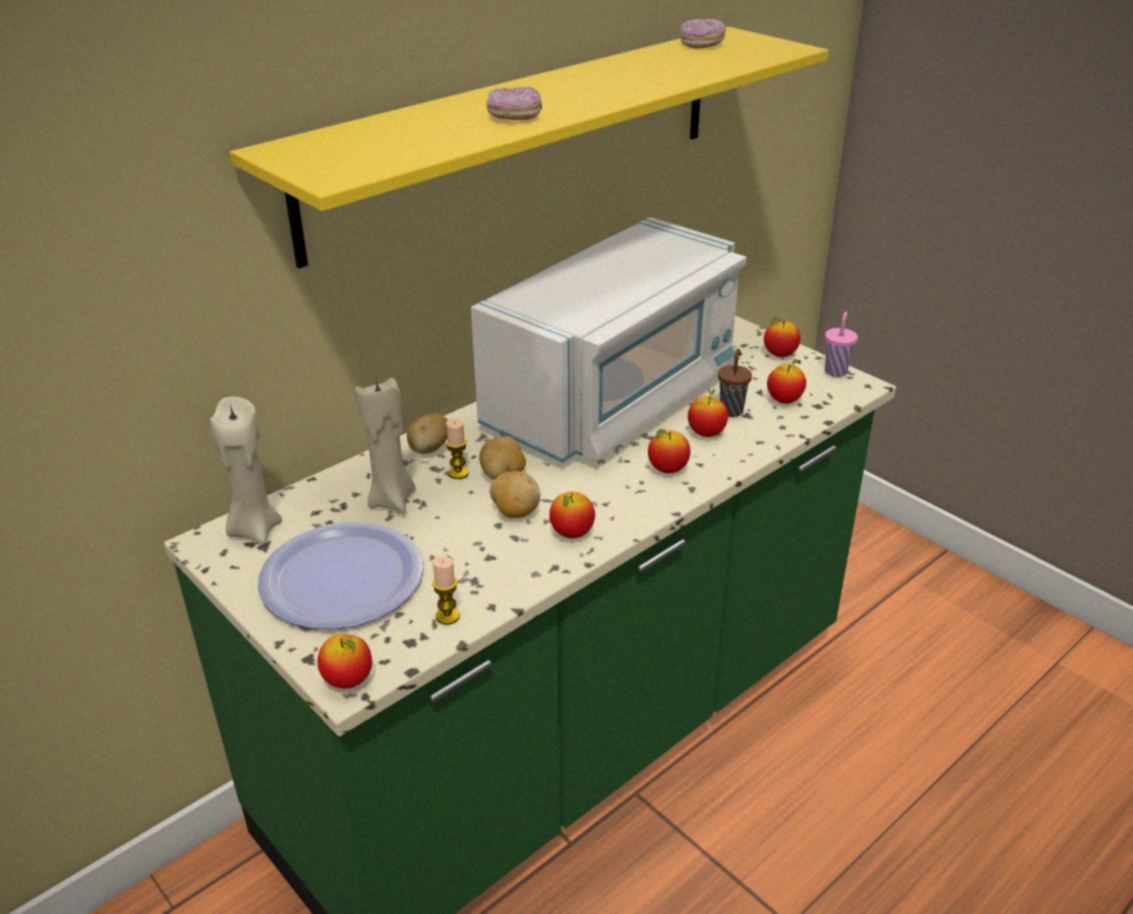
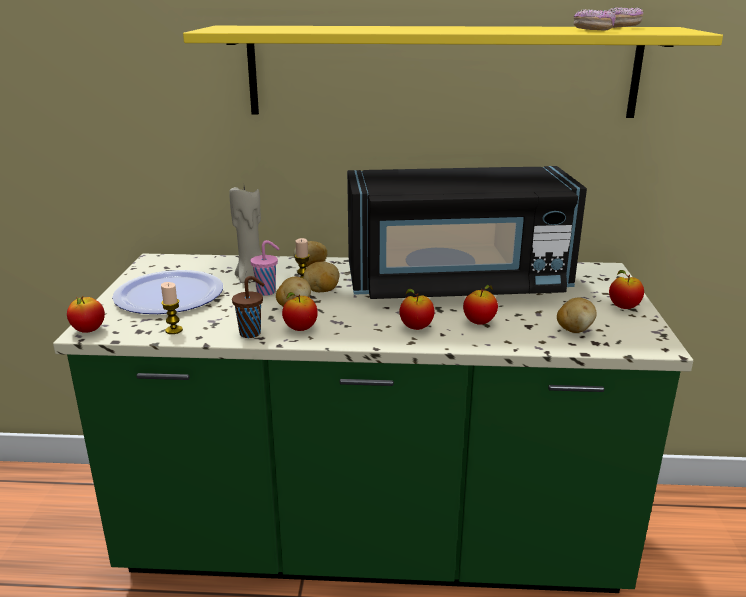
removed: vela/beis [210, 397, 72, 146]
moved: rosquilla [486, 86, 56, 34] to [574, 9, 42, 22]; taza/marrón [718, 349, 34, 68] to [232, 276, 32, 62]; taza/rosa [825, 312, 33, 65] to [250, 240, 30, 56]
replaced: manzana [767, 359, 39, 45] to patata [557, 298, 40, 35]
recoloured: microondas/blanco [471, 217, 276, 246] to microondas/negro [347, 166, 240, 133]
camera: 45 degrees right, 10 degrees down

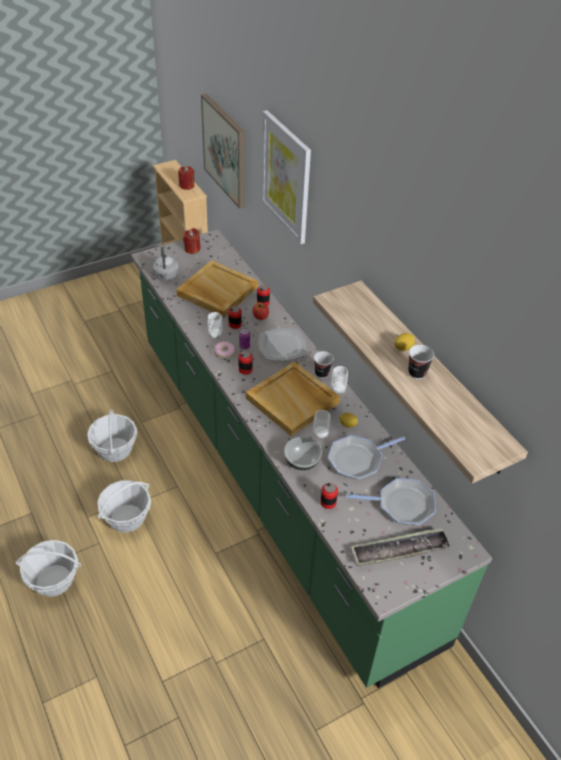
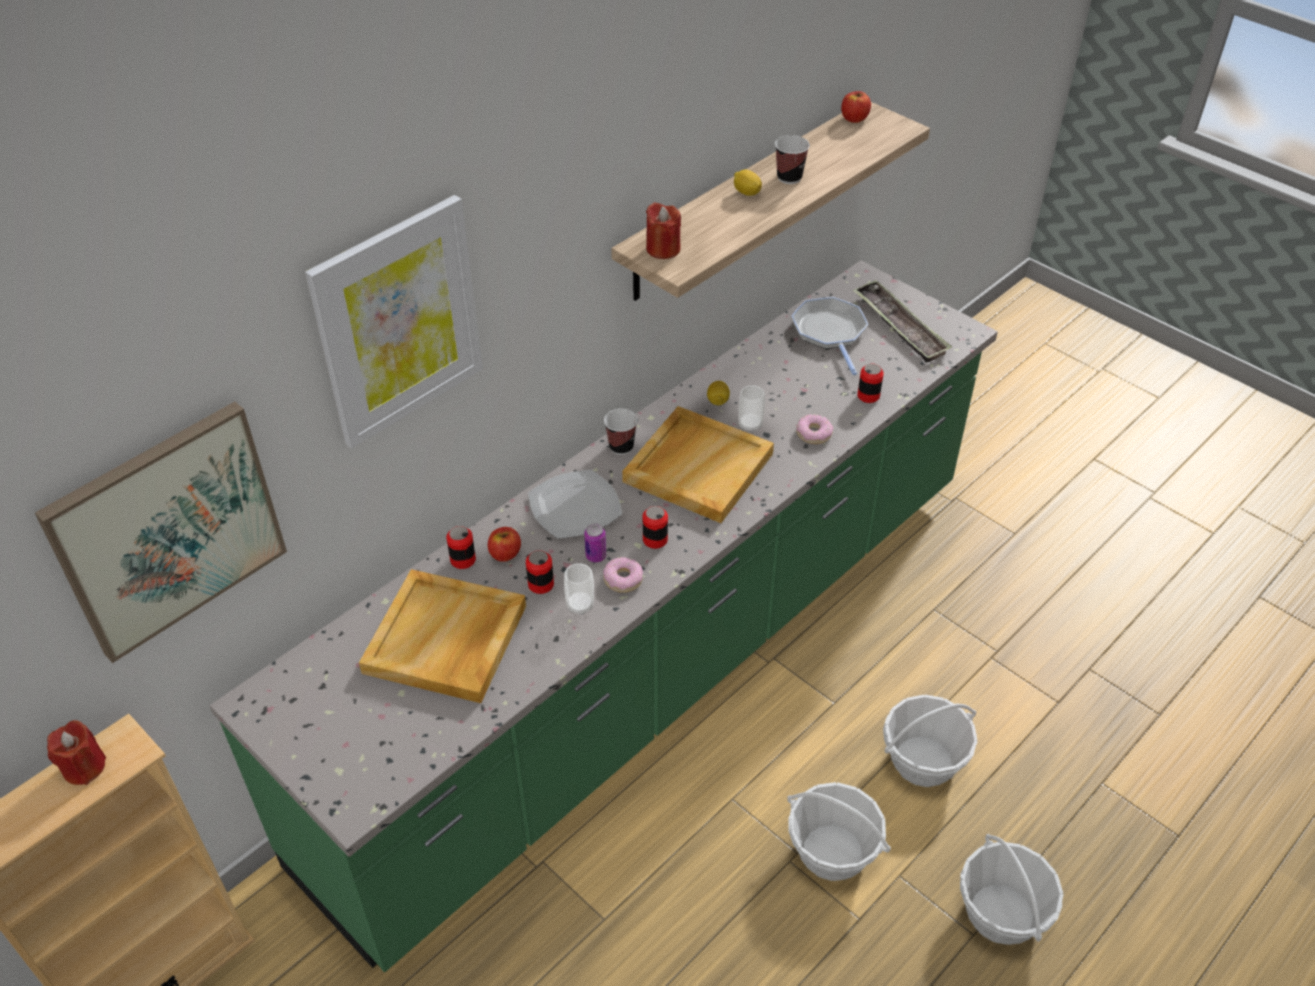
removed: hervidor/gris [152, 247, 27, 34]; sartén [328, 435, 77, 45]; taza [331, 366, 17, 28]
added: manzana [841, 91, 30, 32]
moved: cesta [87, 409, 50, 53] to [883, 695, 95, 92]; vela/rojo [183, 228, 18, 26] to [646, 202, 35, 57]
replaced: cuenco [284, 437, 38, 33] to rosquilla [796, 414, 37, 30]
camera: 105 degrees left, 0 degrees up

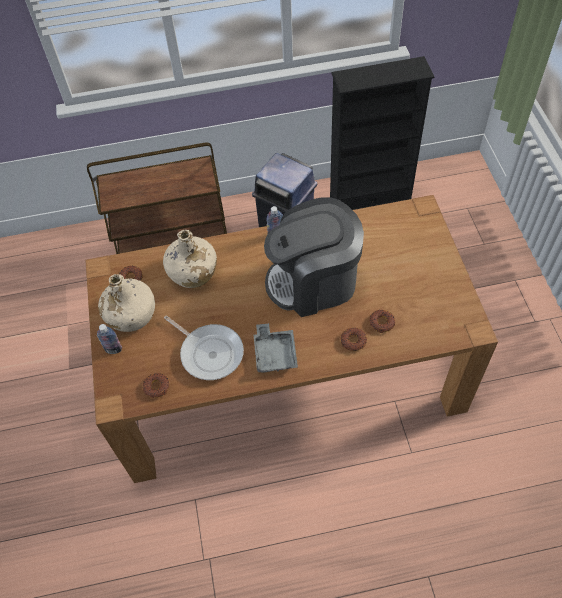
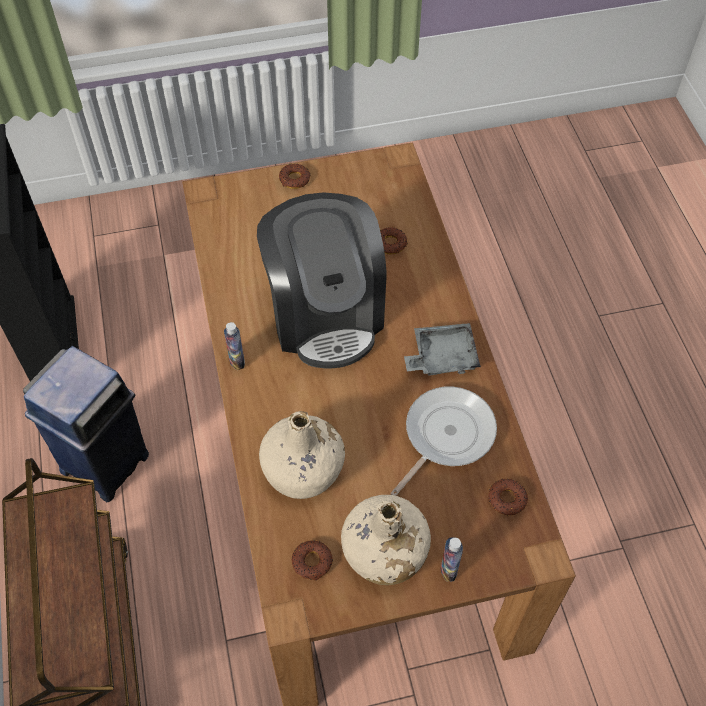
moved: rosquilla [341, 327, 26, 24] to [279, 164, 31, 25]
camera: 95 degrees left, 0 degrees up

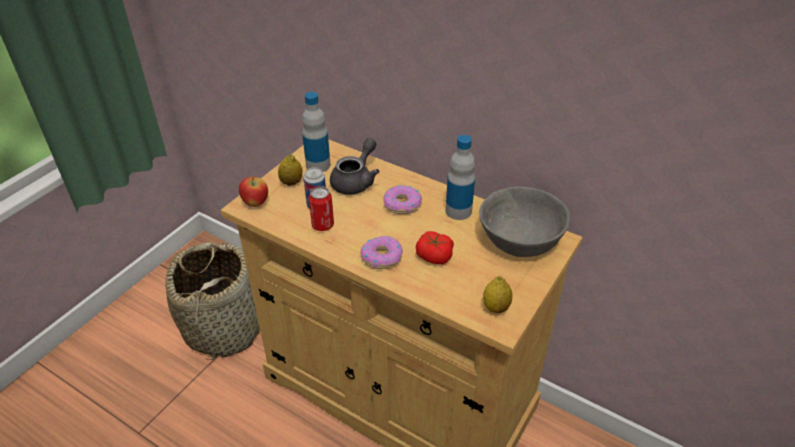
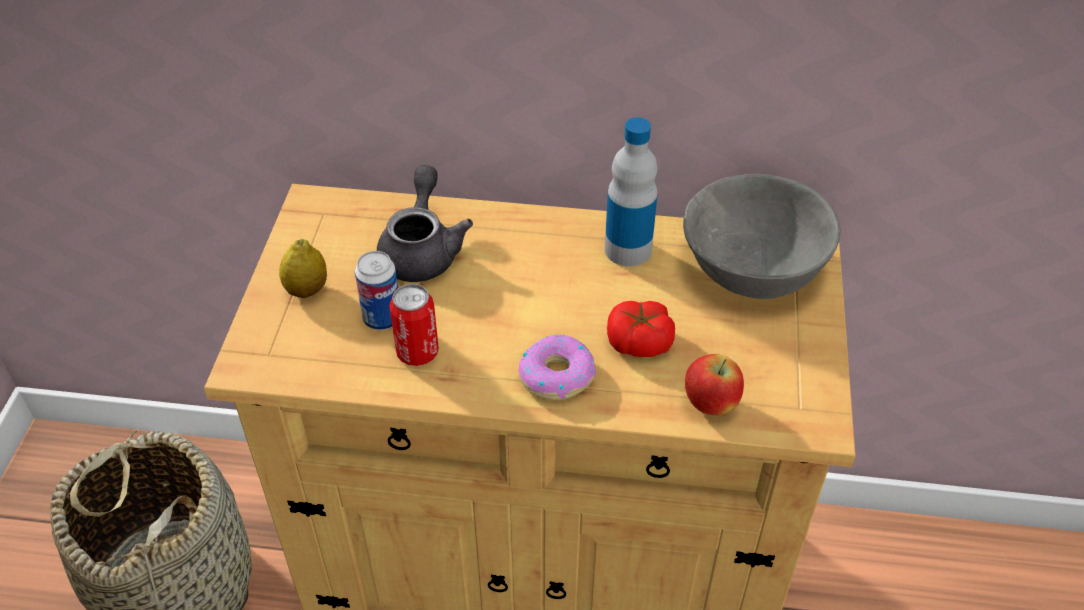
removed: botella [302, 92, 28, 80]; rosquilla [383, 185, 39, 29]; limón [483, 276, 29, 37]
moved: manzana [239, 177, 29, 30] to [685, 354, 59, 62]
camera: 25 degrees left, 5 degrees up

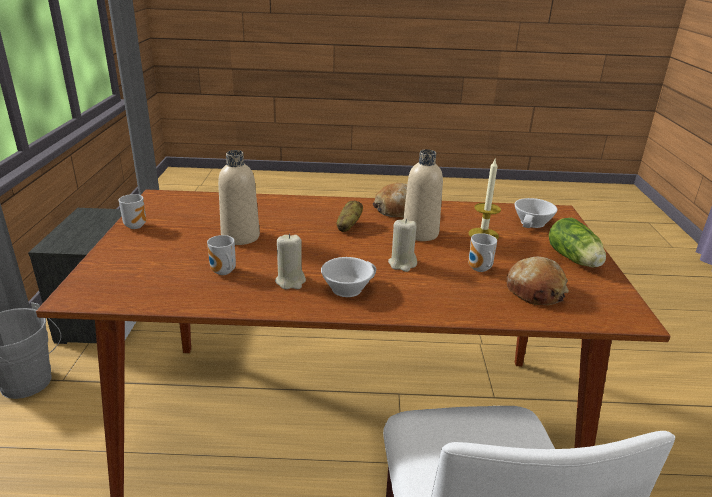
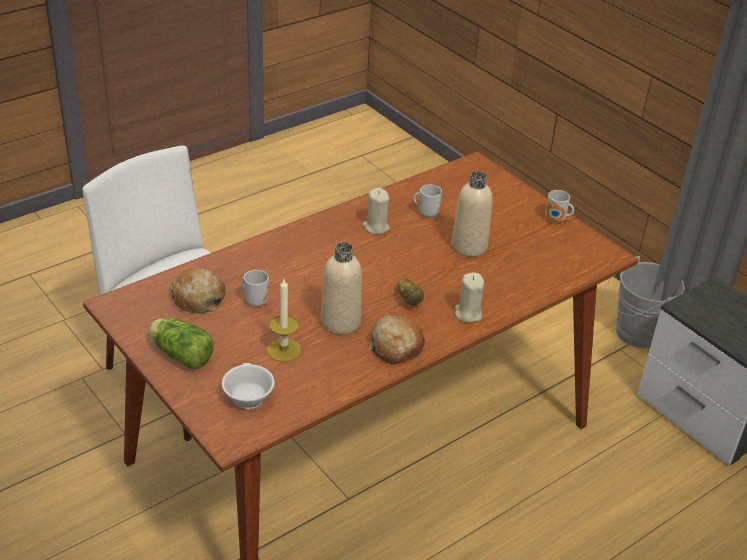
removed: taza/blanco [321, 257, 55, 40]
moved: vela/beis [388, 219, 29, 53] to [455, 272, 29, 51]
camera: 140 degrees right, 10 degrees up

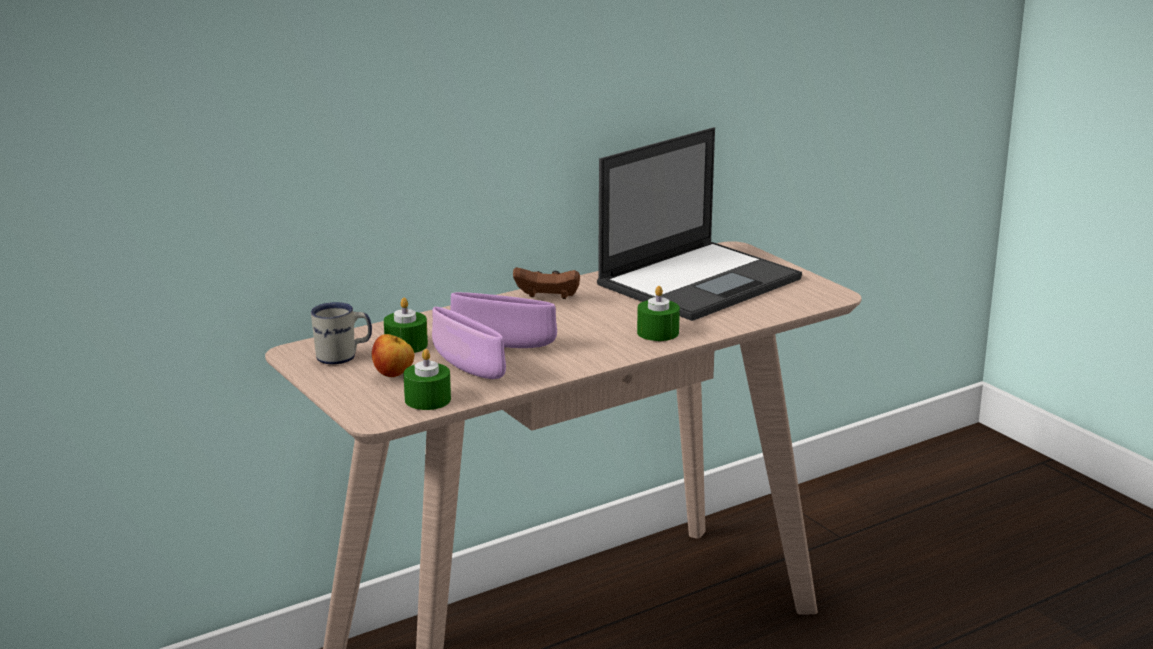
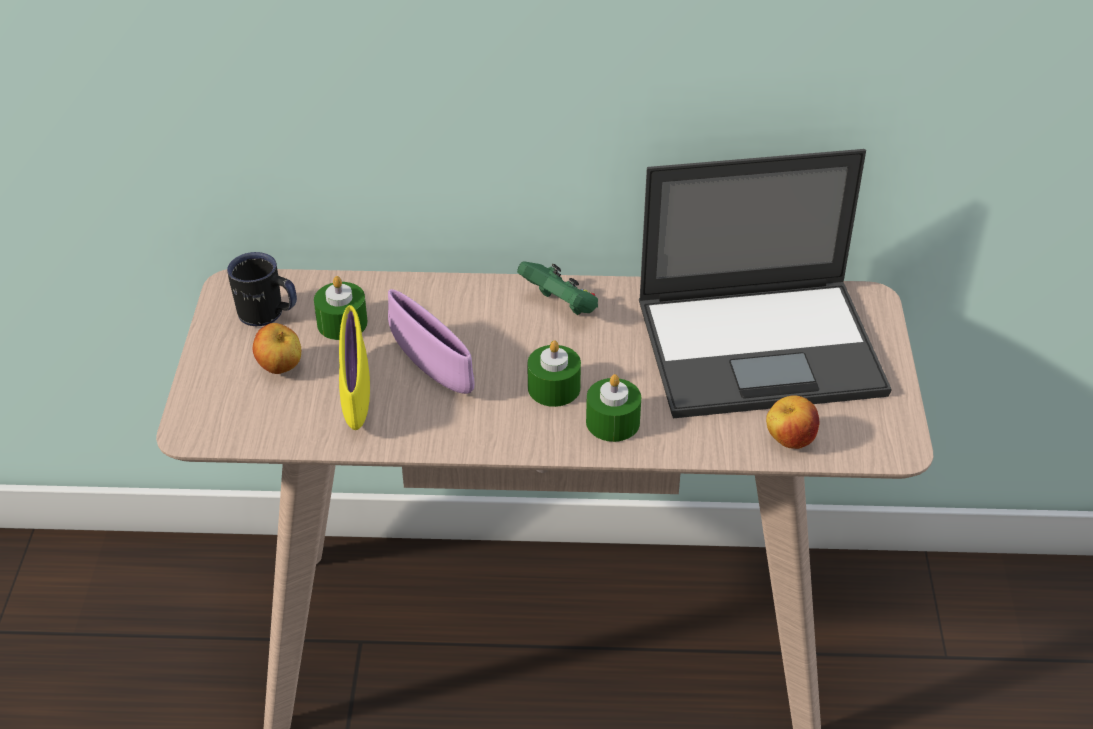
added: manzana [766, 395, 54, 54]
moved: vela/verde [403, 349, 48, 61] to [527, 340, 54, 67]
recoloured: taza grande/blanco [311, 302, 61, 63] to taza grande/negro [227, 252, 70, 74]; cuenco/morado [432, 307, 74, 72] to cuenco/amarillo [339, 305, 31, 125]; mando de consola/marrón [513, 267, 67, 32] to mando de consola/verde [517, 261, 81, 54]
camera: 35 degrees right, 20 degrees up

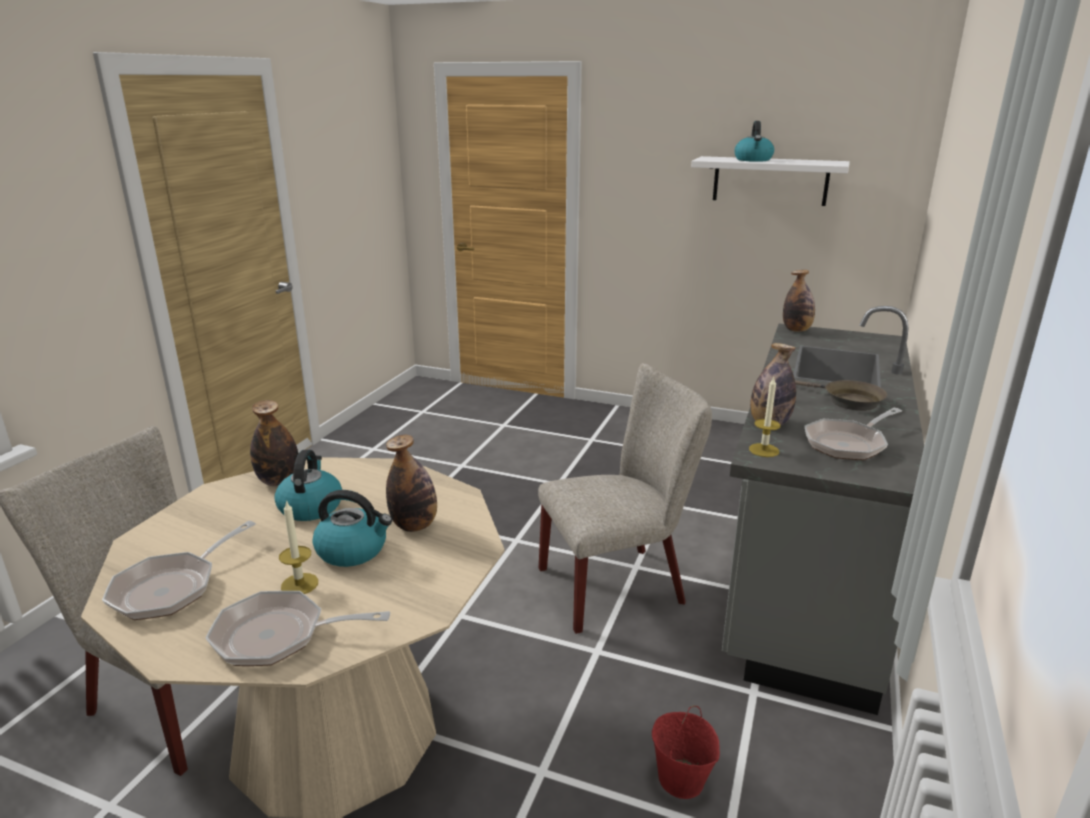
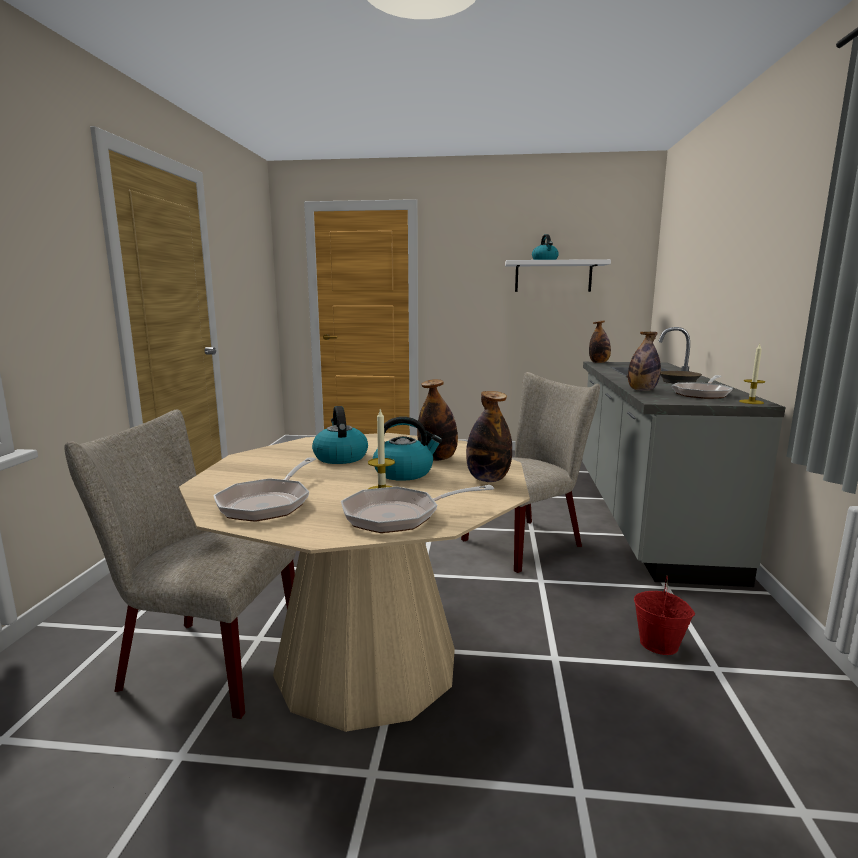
moved: botella [250, 400, 48, 86] to [466, 391, 46, 91]; vela [749, 377, 32, 80] to [739, 344, 26, 60]
camera: 15 degrees left, 10 degrees down

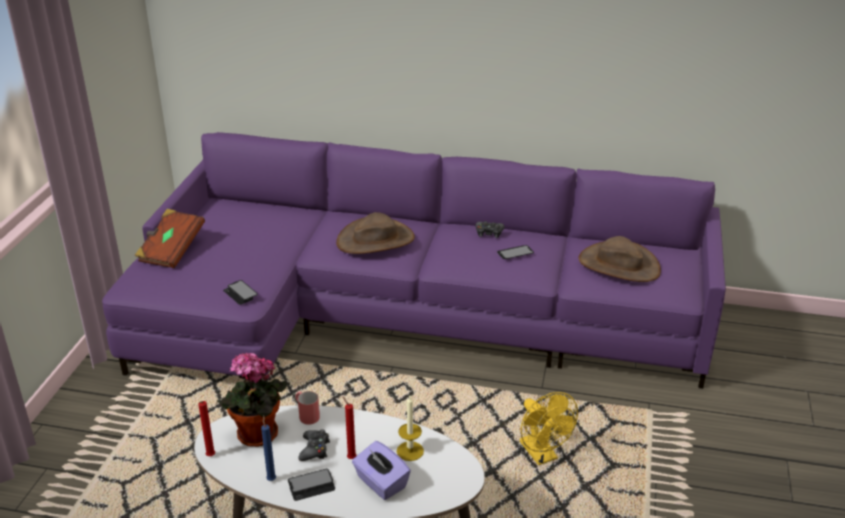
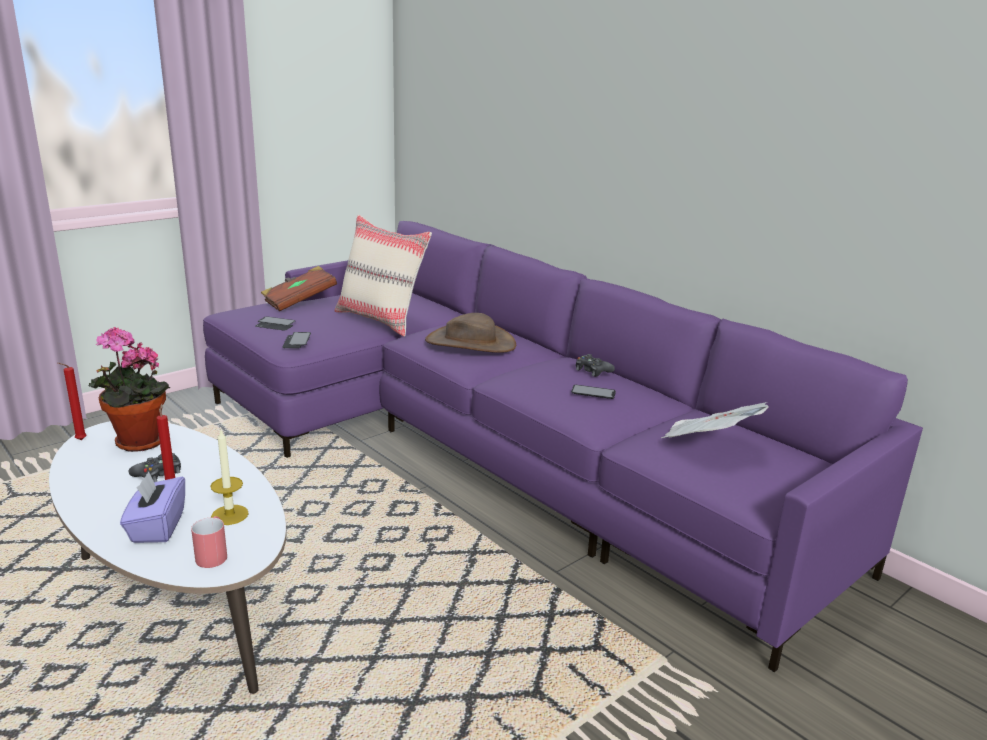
removed: vela/azul [261, 415, 15, 66]; ventilador/amarillo [520, 392, 58, 73]
added: cojín/beis [335, 215, 97, 122]
moved: móvil [288, 469, 47, 32] to [255, 316, 40, 15]; taza grande/rojo [295, 391, 25, 34] to [191, 516, 36, 52]
replaced: sombrero/marrón [579, 236, 82, 46] to periódico [661, 402, 107, 36]
camera: 35 degrees right, 10 degrees down

